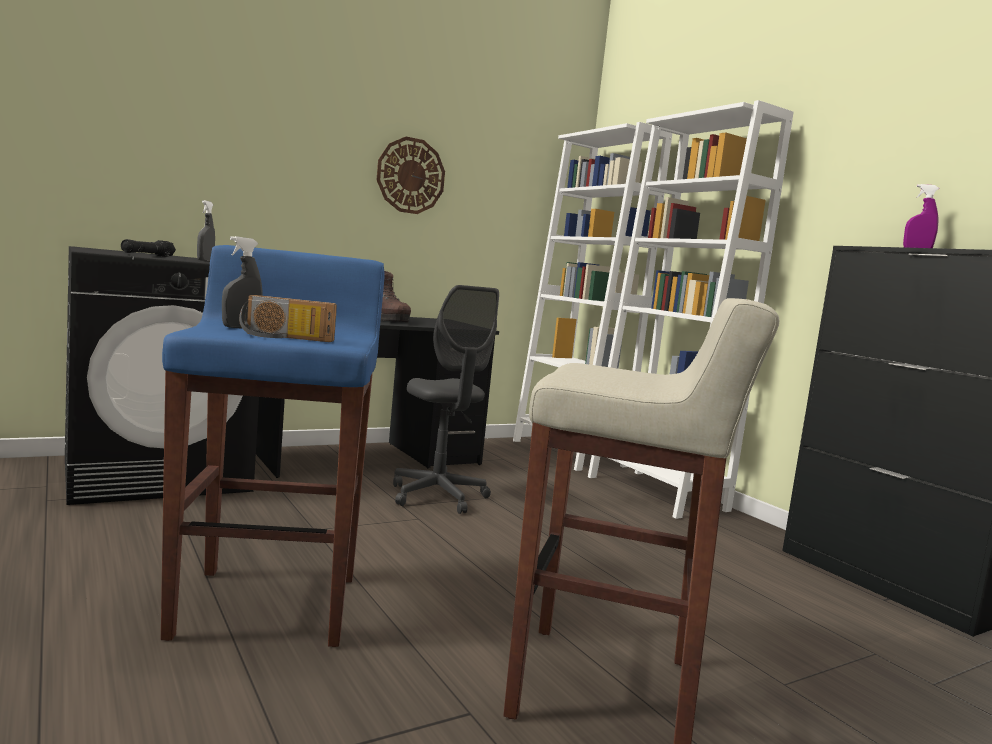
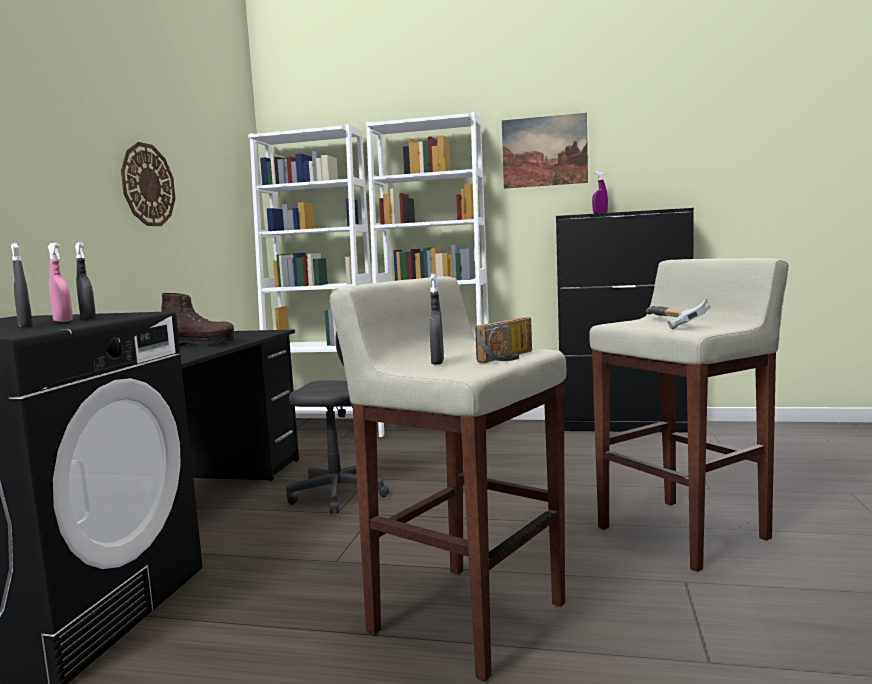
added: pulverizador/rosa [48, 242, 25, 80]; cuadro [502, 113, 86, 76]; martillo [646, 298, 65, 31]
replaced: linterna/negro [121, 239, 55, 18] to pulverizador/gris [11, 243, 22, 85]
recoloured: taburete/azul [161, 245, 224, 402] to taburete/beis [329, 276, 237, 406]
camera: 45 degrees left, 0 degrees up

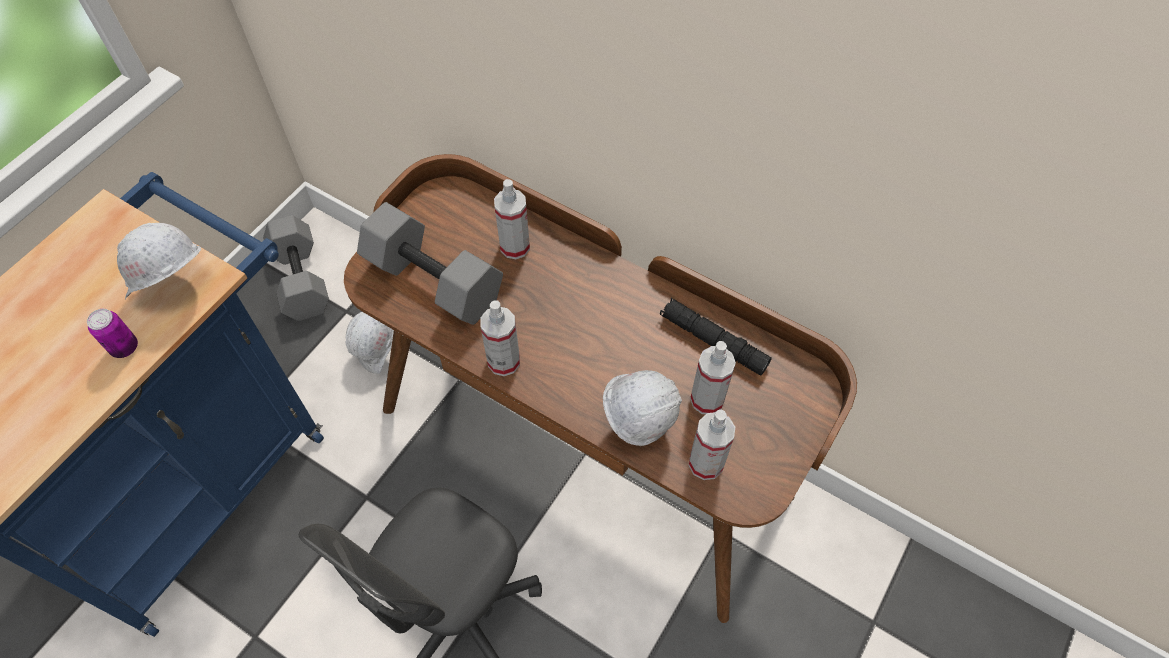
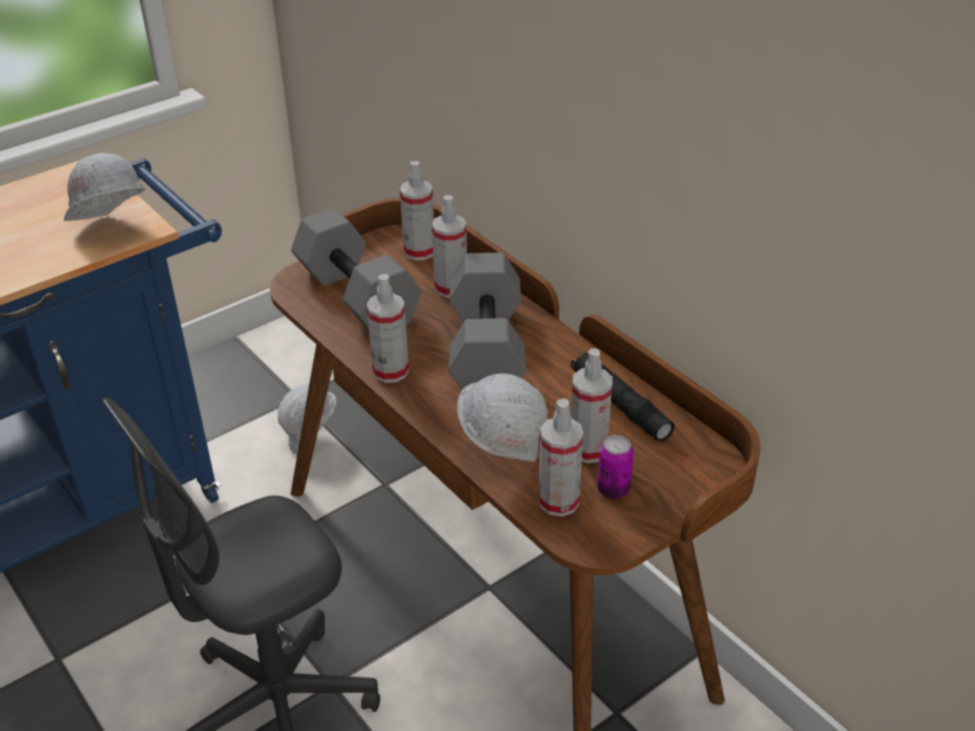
added: pulverizador [400, 161, 34, 100]
moved: lata [87, 309, 51, 49] to [597, 435, 37, 64]; mancuerna/gris [263, 215, 66, 106] to [449, 253, 77, 137]
camera: 20 degrees right, 20 degrees down

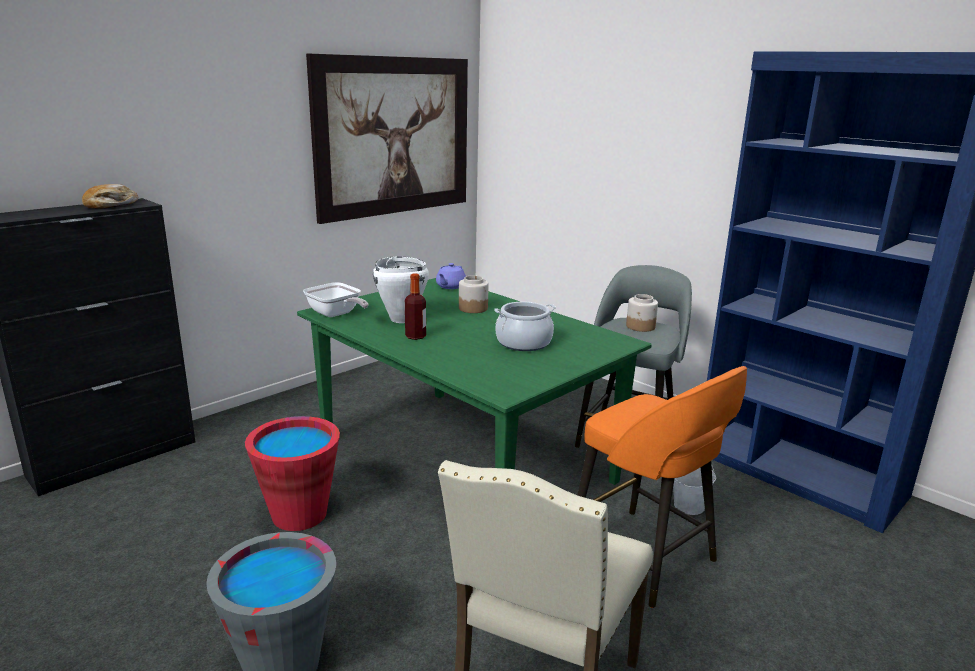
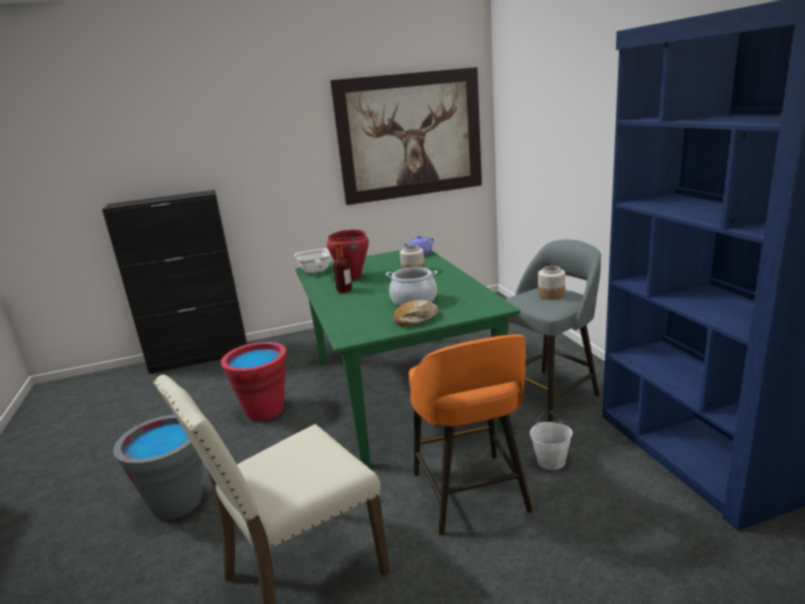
moved: pan [82, 184, 56, 25] to [394, 300, 45, 26]
recoloured: olla/blanco [373, 256, 56, 67] to olla/rojo [327, 230, 42, 50]
camera: 30 degrees right, 0 degrees up

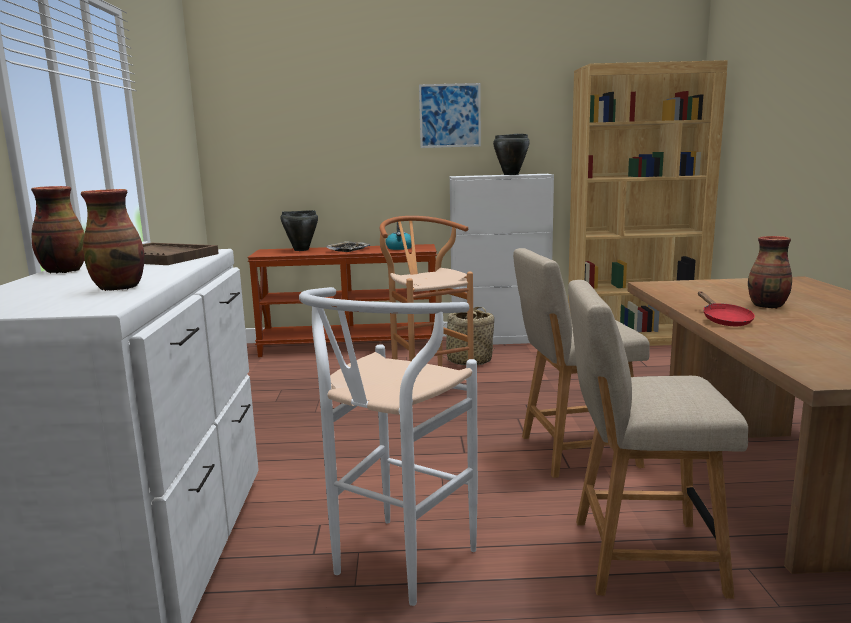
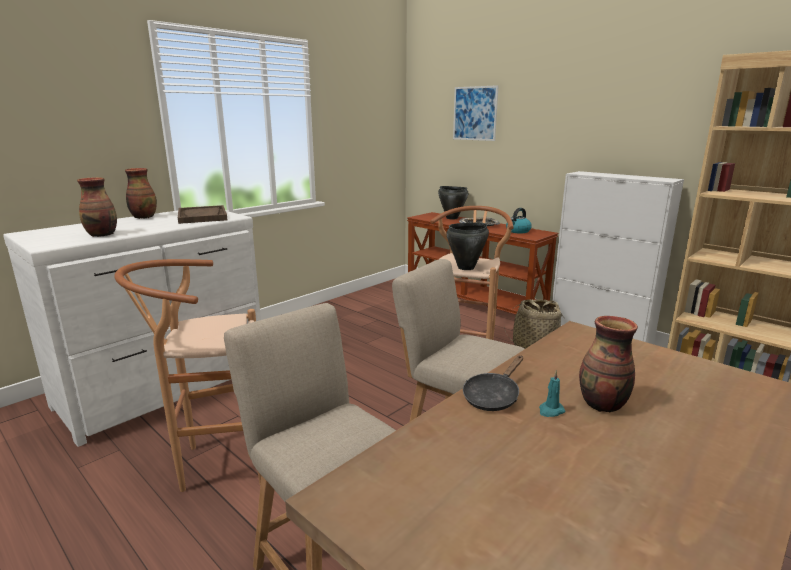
added: vela/turquesa [539, 370, 26, 47]
moved: cuadro [419, 83, 62, 65] to [453, 85, 46, 56]; olla/negro [493, 134, 37, 41] to [446, 222, 43, 48]
recoloured: taburete/blanco [299, 287, 179, 319] to taburete/marrón [114, 259, 147, 233]; sartén/rojo [698, 292, 57, 34] to sartén/negro [463, 356, 60, 55]
camera: 45 degrees right, 5 degrees up

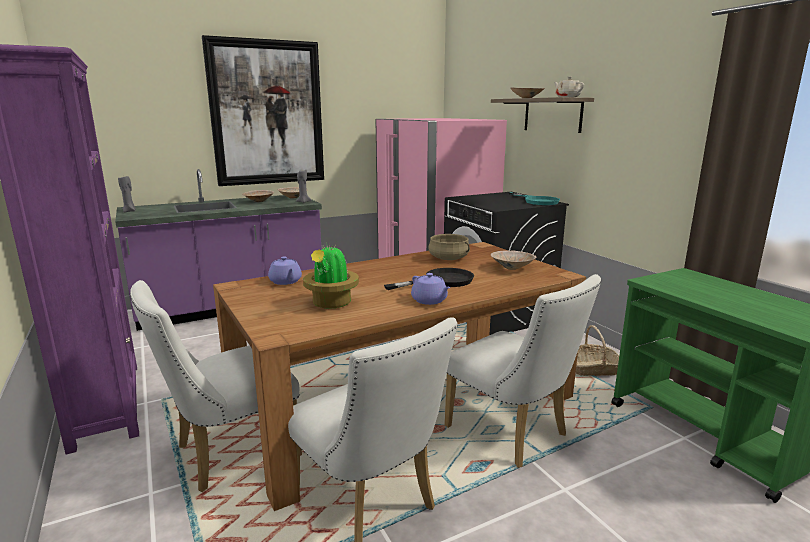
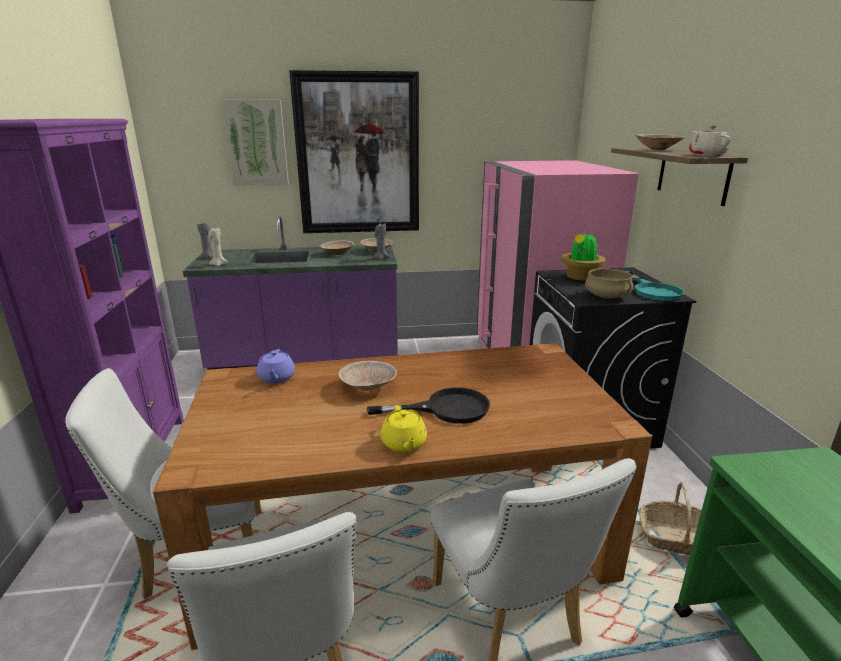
added: vela/beis [208, 227, 20, 39]; cuadro [222, 100, 67, 85]
moved: planta en maceta [303, 242, 56, 67] to [562, 233, 44, 48]; olla/beis [428, 234, 42, 26] to [585, 268, 48, 31]; cuenco/beis [491, 251, 45, 19] to [338, 361, 59, 30]
recoloured: tetera/morado [411, 273, 39, 32] to tetera/amarillo [380, 405, 47, 47]
camera: 20 degrees right, 5 degrees up

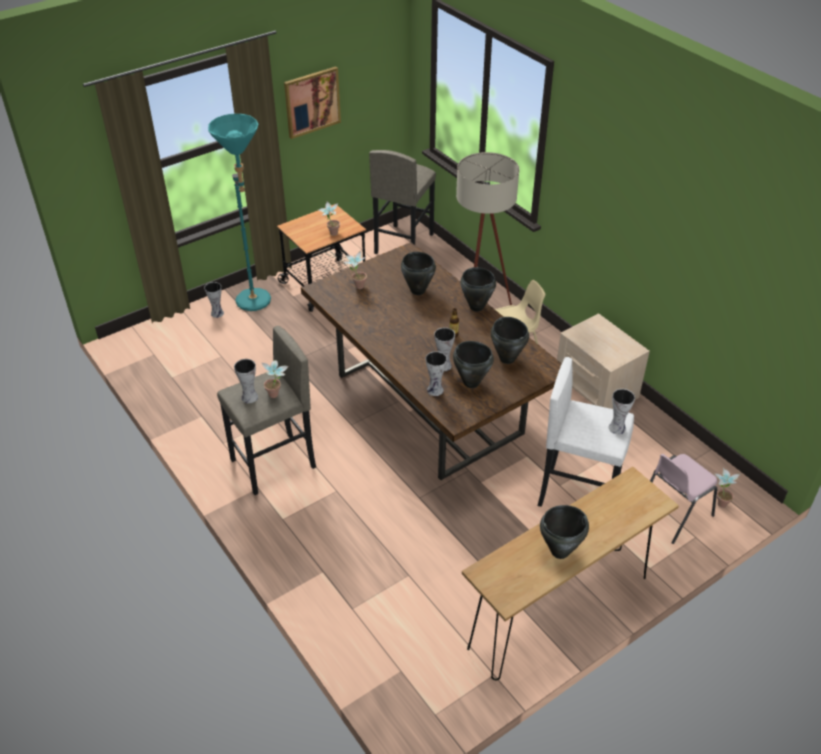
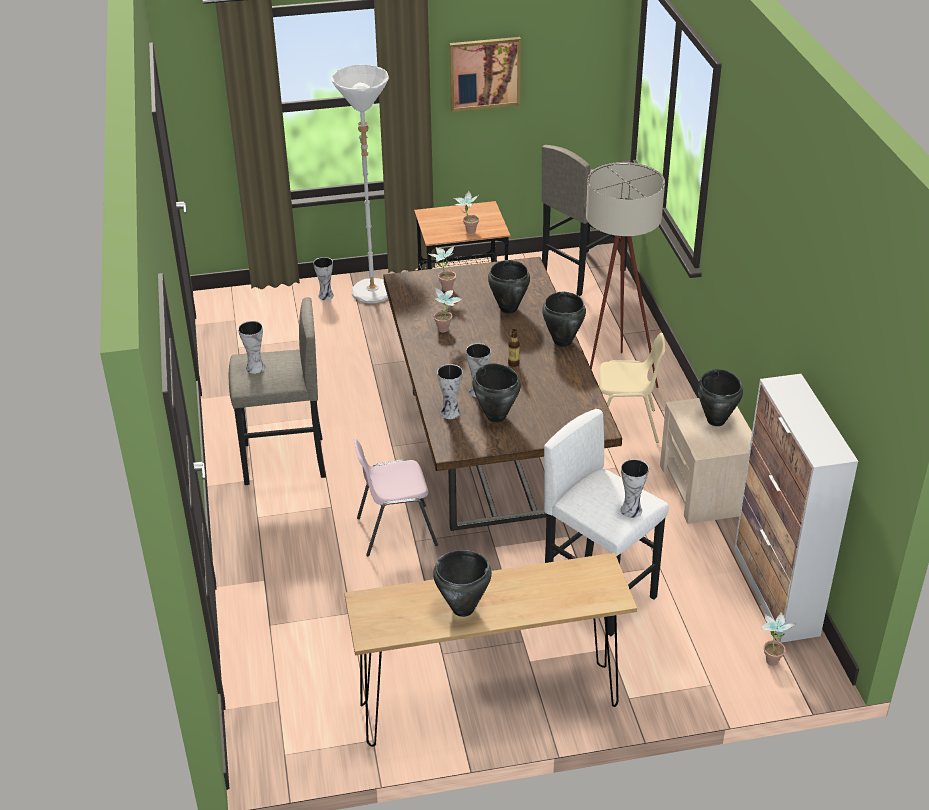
added: armario [734, 374, 124, 269]
moved: planta en maceta [262, 360, 27, 38] to [434, 288, 29, 45]; olla/negro [491, 317, 38, 47] to [698, 369, 45, 57]; silla/rosa [650, 454, 67, 90] to [353, 438, 85, 118]
recoloured: lámpara de pie/turquesa [208, 114, 63, 197] to lámpara de pie/blanco [331, 65, 58, 238]
camera: 25 degrees right, 5 degrees down

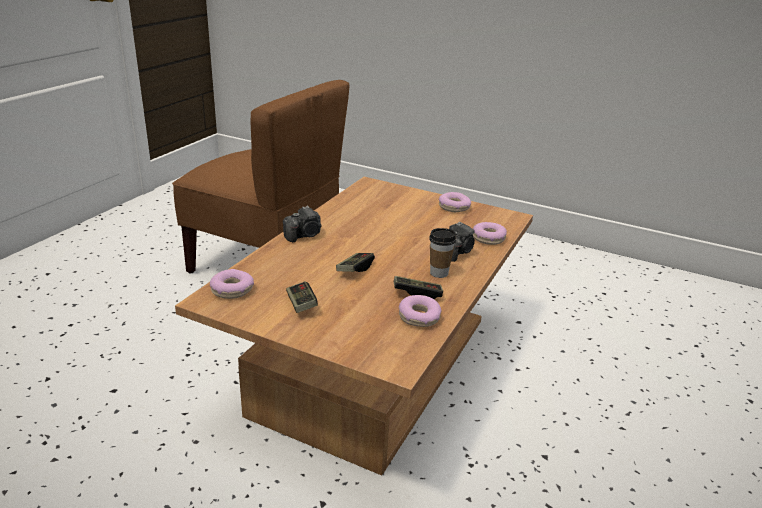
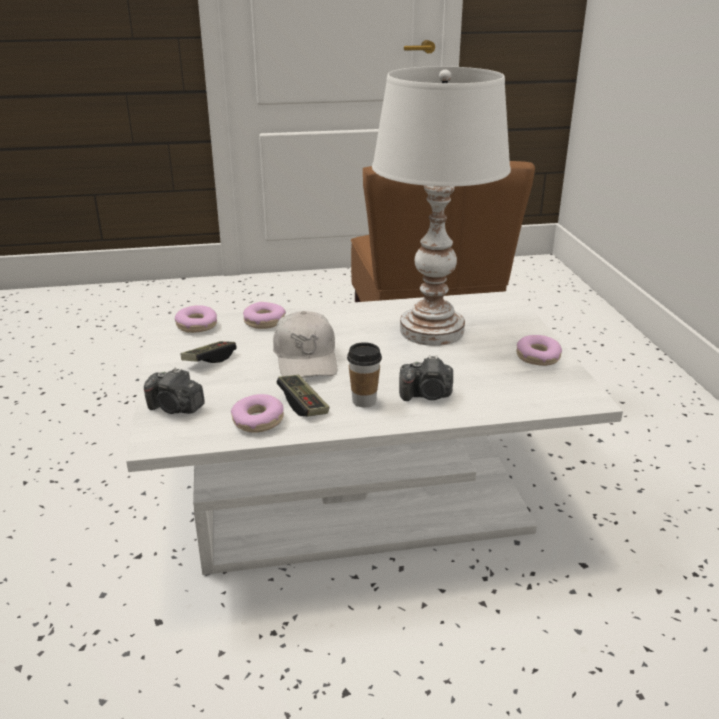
added: lámpara de mesa/blanco [372, 66, 139, 280]
moved: cámara [283, 206, 39, 36] to [144, 368, 61, 46]; rosquilla [473, 222, 34, 23] to [243, 302, 43, 27]
replaced: mando de consola [336, 253, 39, 19] to gorra/blanco [273, 311, 64, 67]
recoloured: mesa de centro/marrón [175, 177, 358, 298] to mesa de centro/blanco [126, 291, 497, 284]
camera: 55 degrees right, 0 degrees up

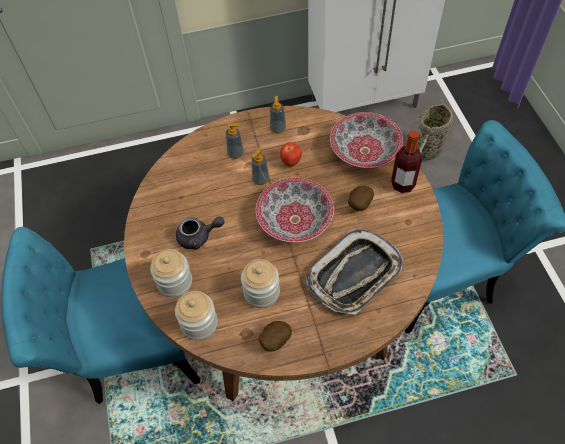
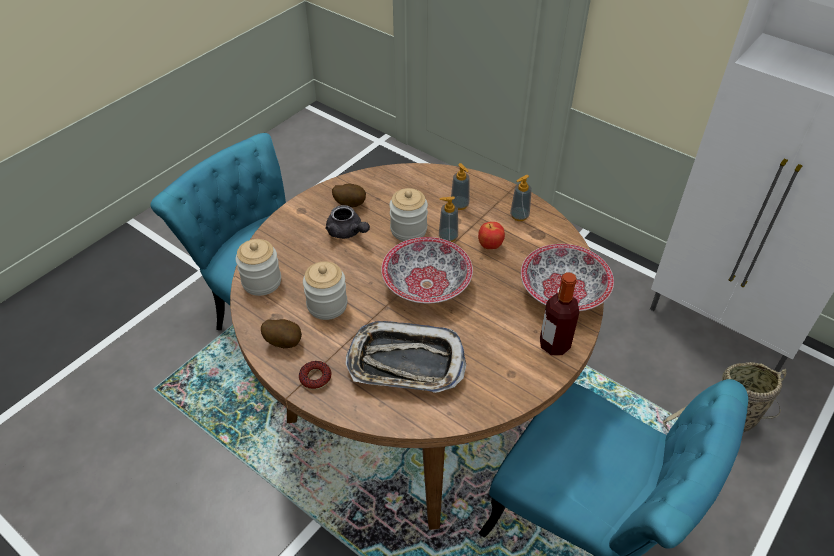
added: rosquilla [299, 361, 33, 29]
moved: tarro [150, 249, 42, 49] to [389, 188, 39, 53]; patata [348, 186, 26, 25] to [332, 183, 34, 24]
camera: 50 degrees right, 10 degrees down

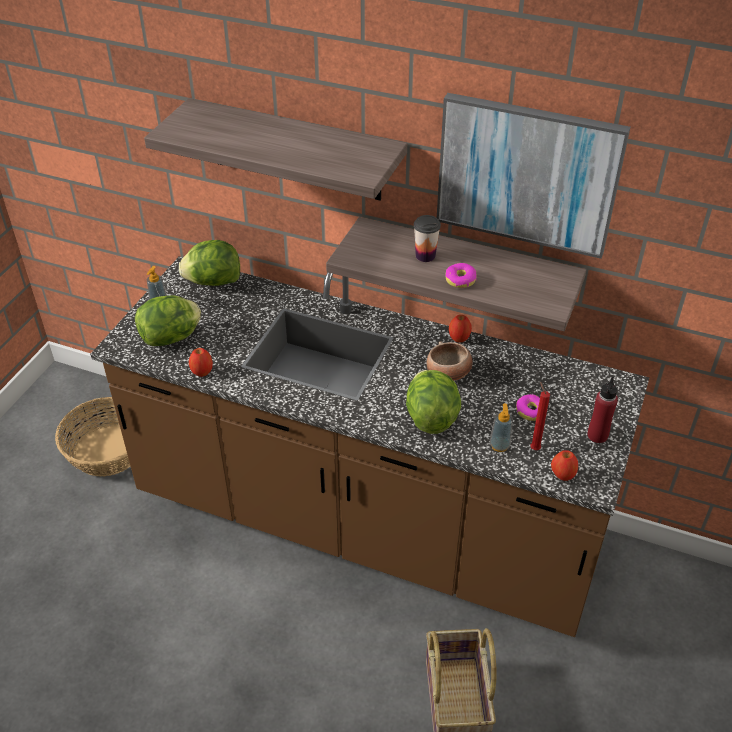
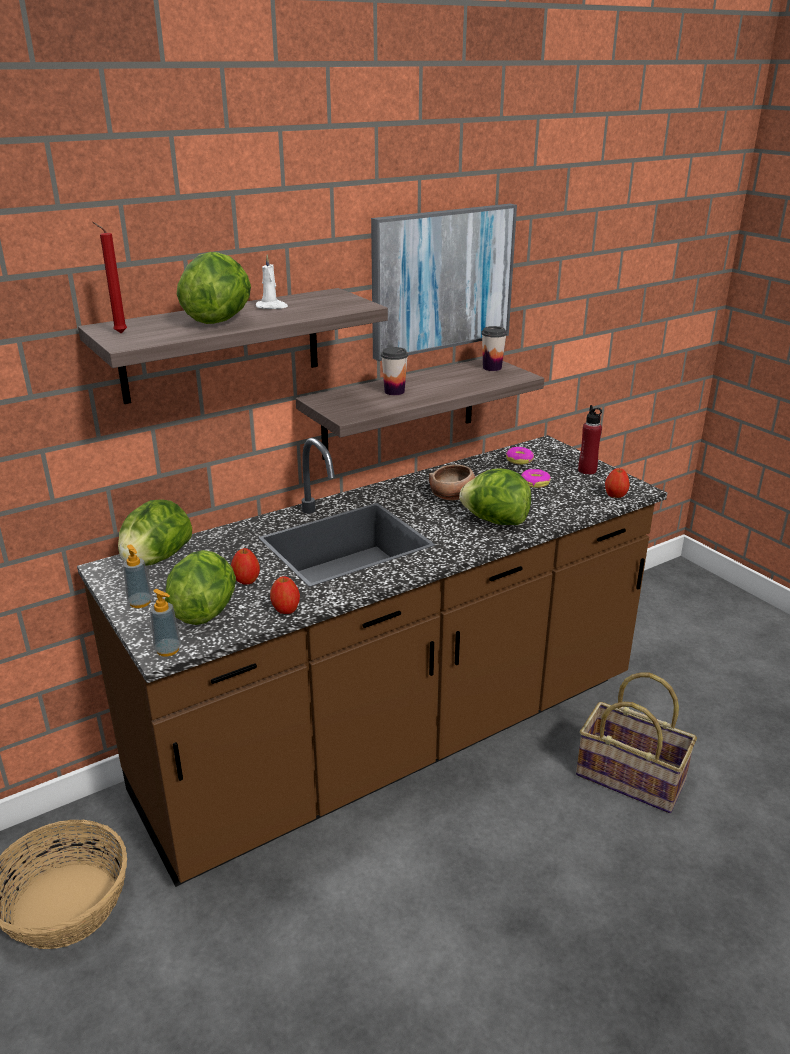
added: lechuga [177, 252, 74, 72]; vela/blanco [256, 254, 32, 55]; taza [481, 326, 26, 45]
moved: rosquilla [446, 263, 31, 25] to [506, 447, 28, 18]; manzana [449, 315, 23, 27] to [231, 548, 29, 37]; dispensador de jabón [490, 403, 23, 49] to [150, 589, 31, 67]; vela/rojo [530, 382, 20, 68] to [92, 222, 35, 111]
camera: 55 degrees left, 15 degrees down

